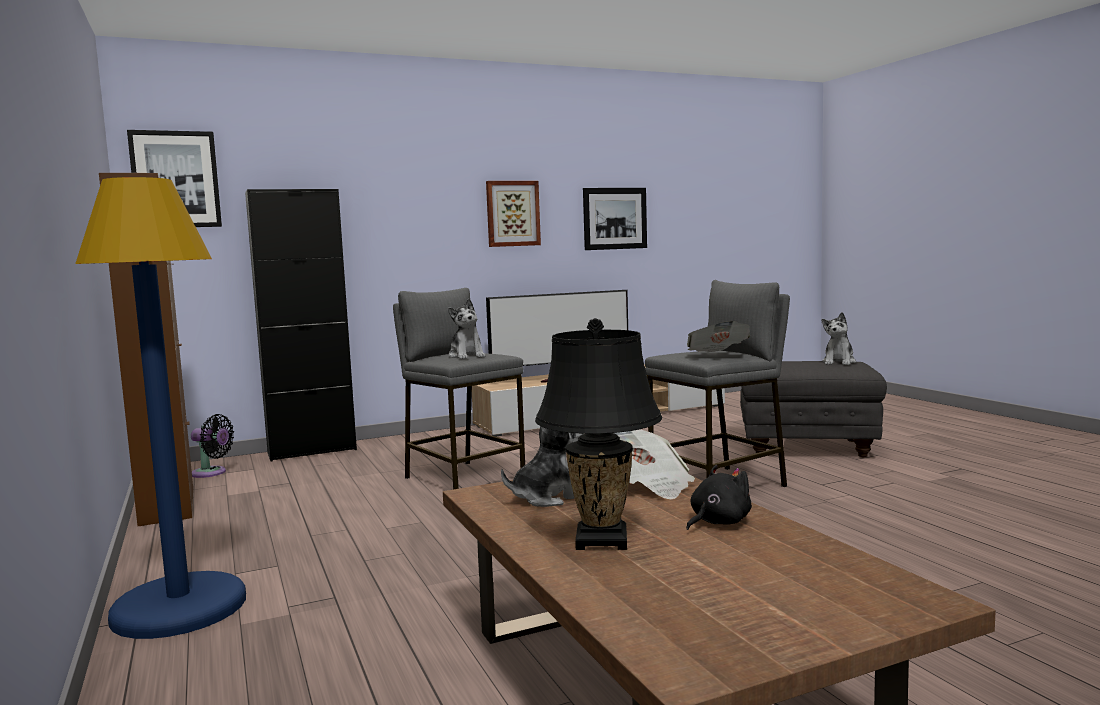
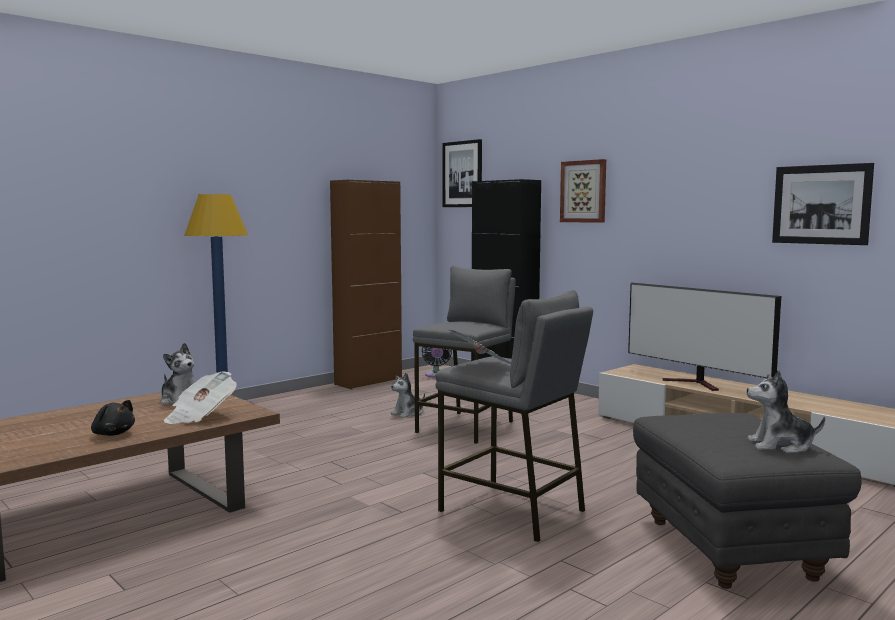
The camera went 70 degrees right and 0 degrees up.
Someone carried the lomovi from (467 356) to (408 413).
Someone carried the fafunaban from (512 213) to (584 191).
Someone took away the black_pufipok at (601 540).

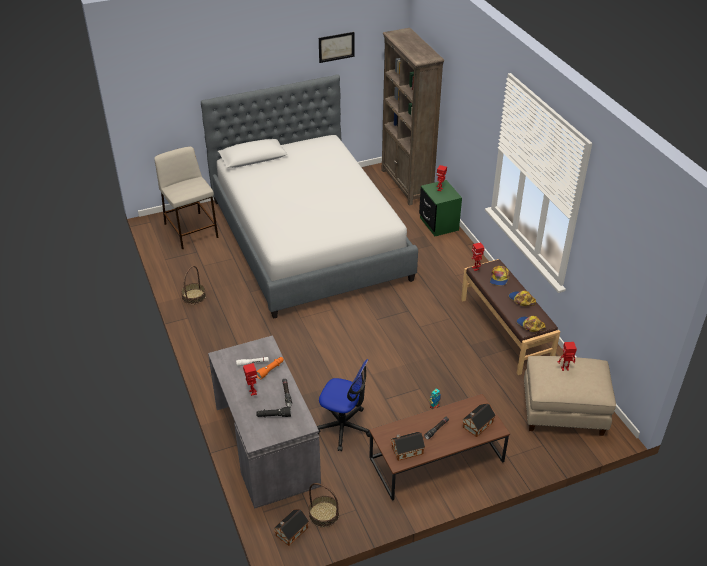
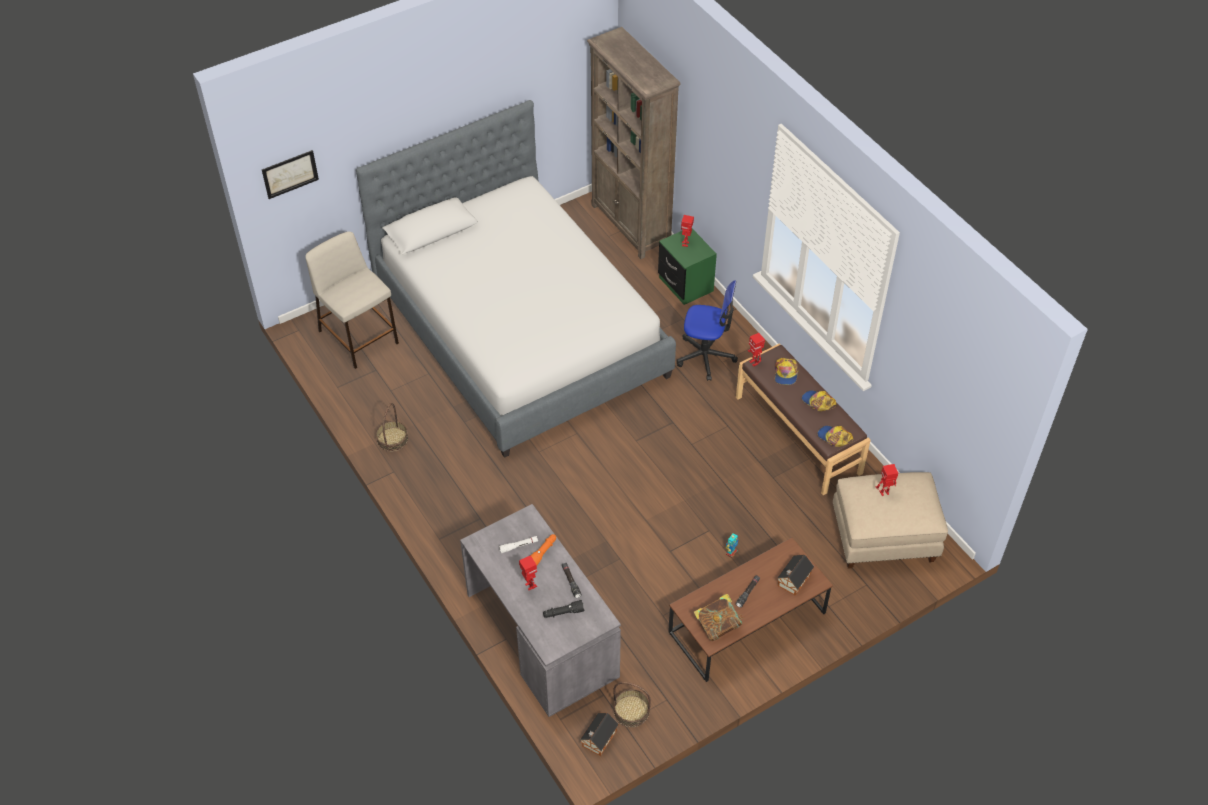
The camera went 10 degrees left and 10 degrees up.
Someone carried the fafunaban from (336 47) to (290 174).
Someone carried the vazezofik from (343 427) to (705 356).
Someone swapped the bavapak at (406 450) for the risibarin at (718 625).

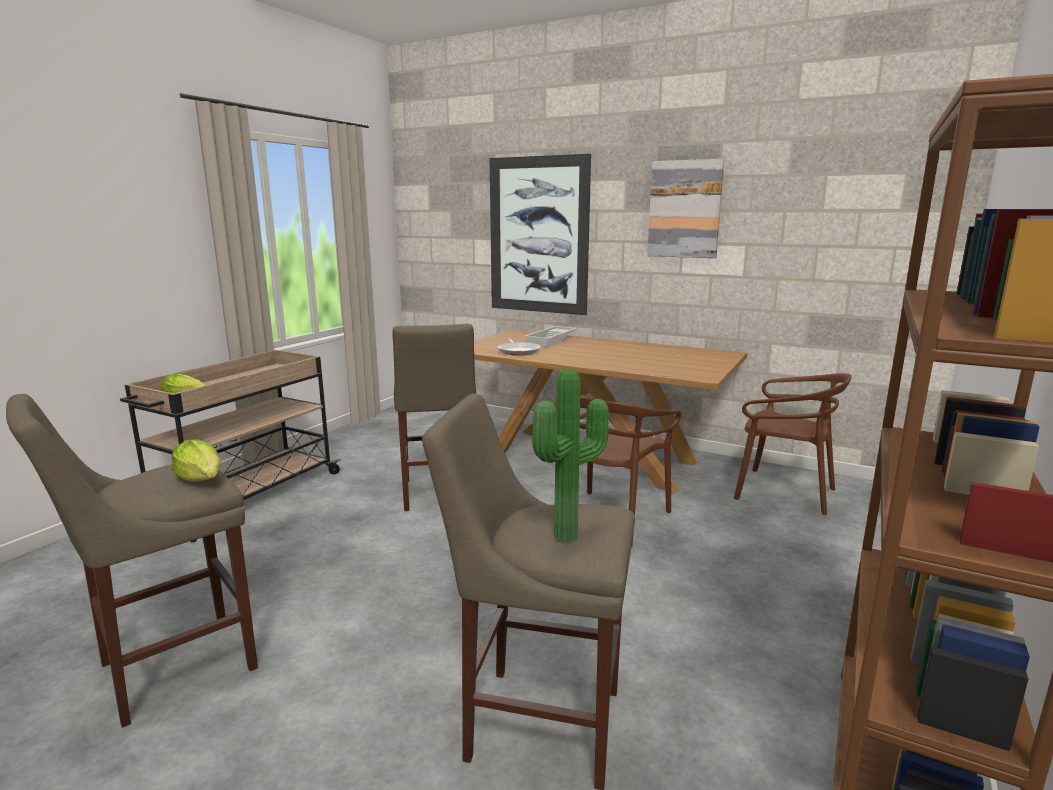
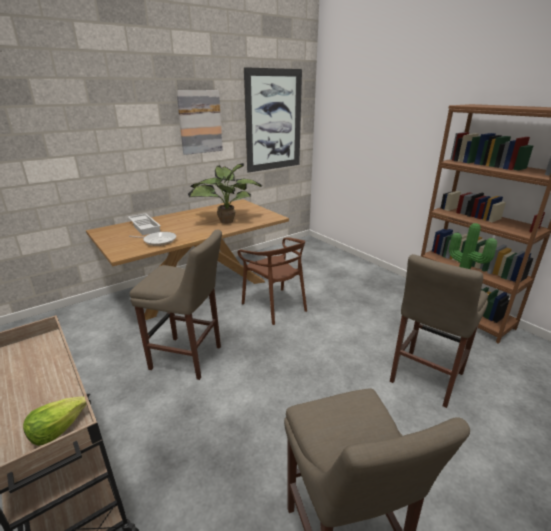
The camera went 65 degrees left and 10 degrees up.
Someone put down the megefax at (225 220).
Someone carried the fafunaban from (538 236) to (274 121).
Someone took away the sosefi at (202 480).
Someone took away the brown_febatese at (783 492).

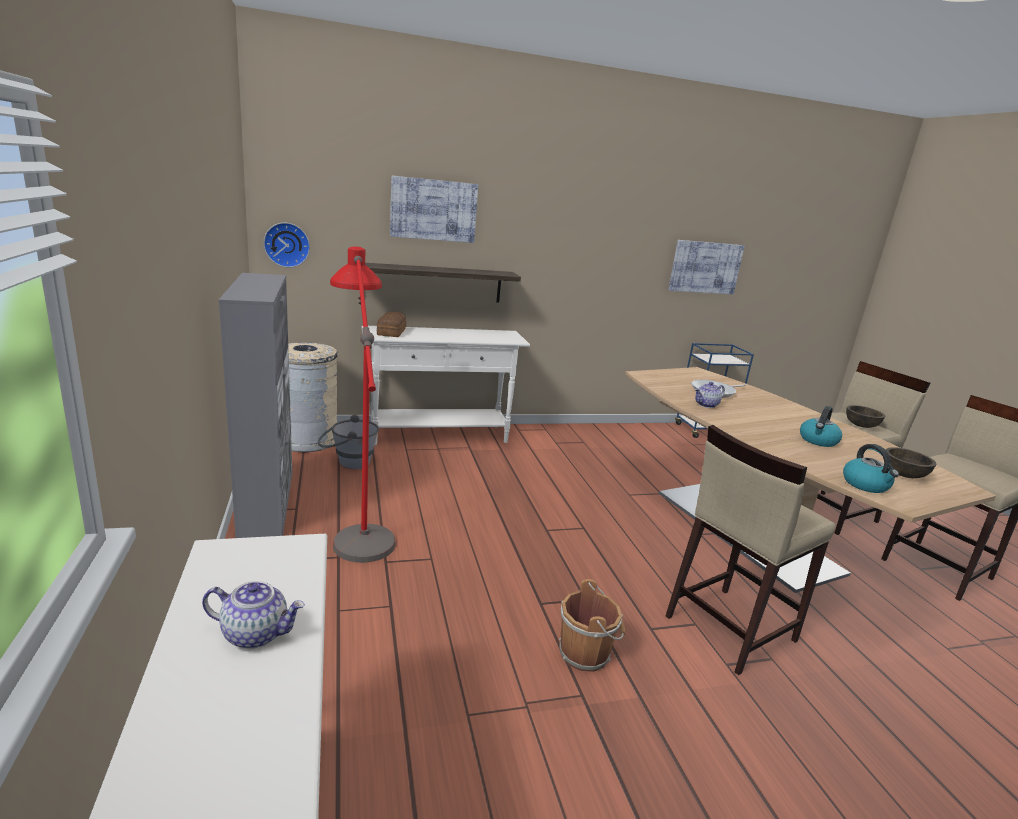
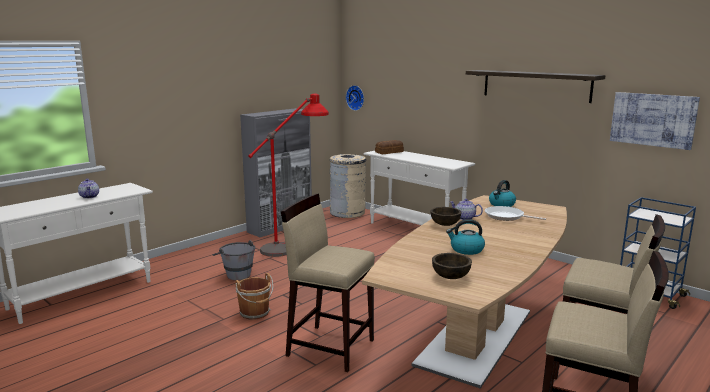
The camera went 60 degrees right and 5 degrees down.
Someone carried the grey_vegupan from (347 462) to (235 274).
Someone carried the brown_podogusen from (861 425) to (445 224).
Someone carried the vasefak from (432 283) to (535 85).
Someone carried the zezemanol from (866 485) to (501 204).
Someone took away the fafunaban at (433 210).

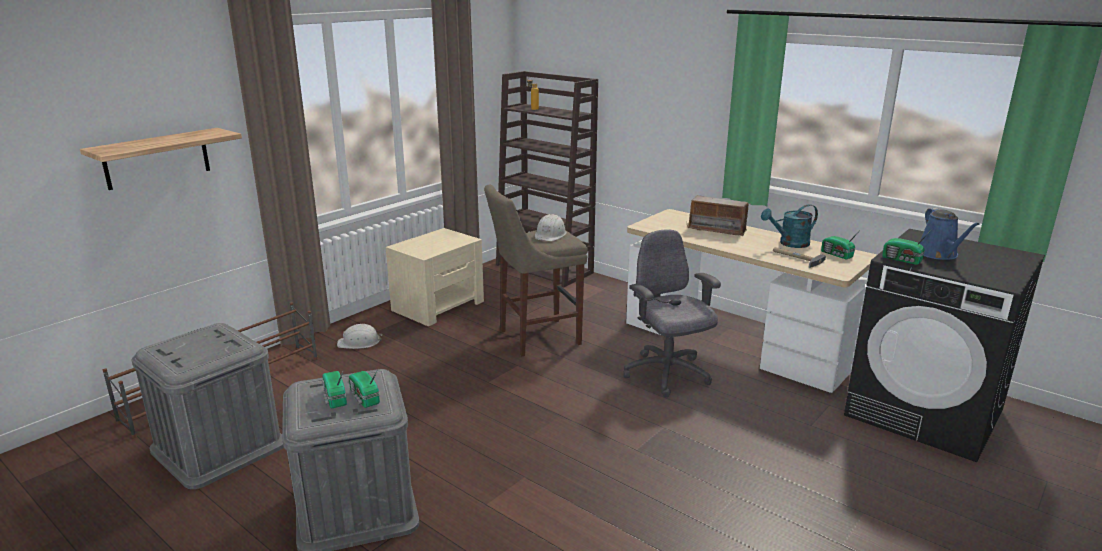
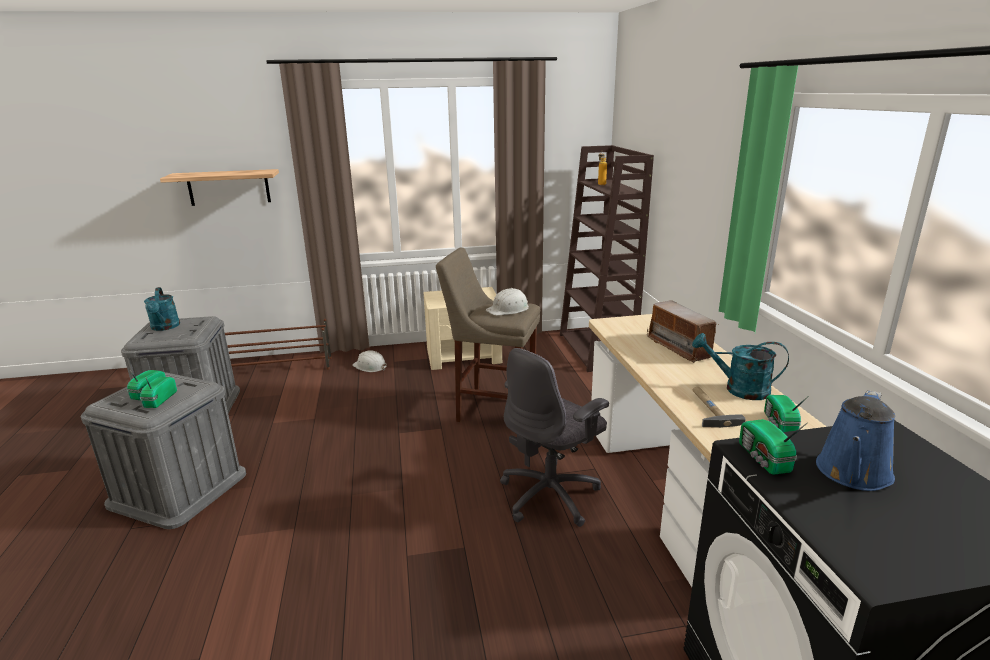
The camera went 40 degrees right and 0 degrees up.
Someone put down the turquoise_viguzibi at (165 327).
Someone rotated the grey_vazezofik at (667 375) by 150 degrees counterclockwise.

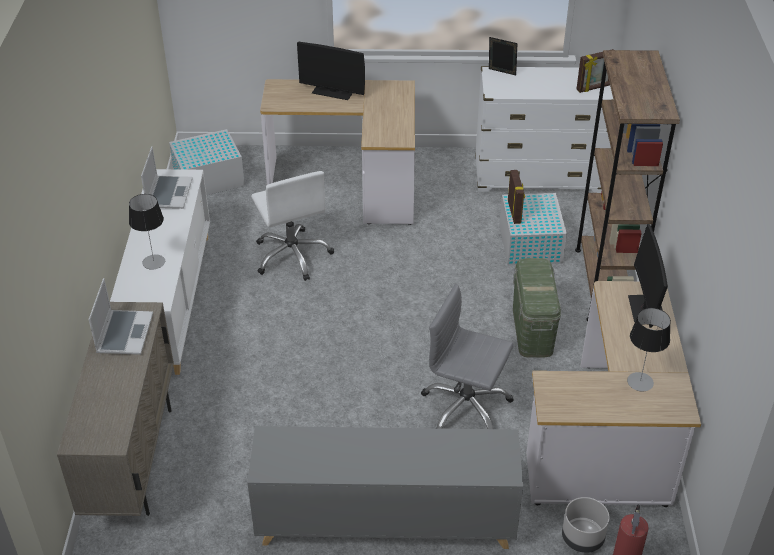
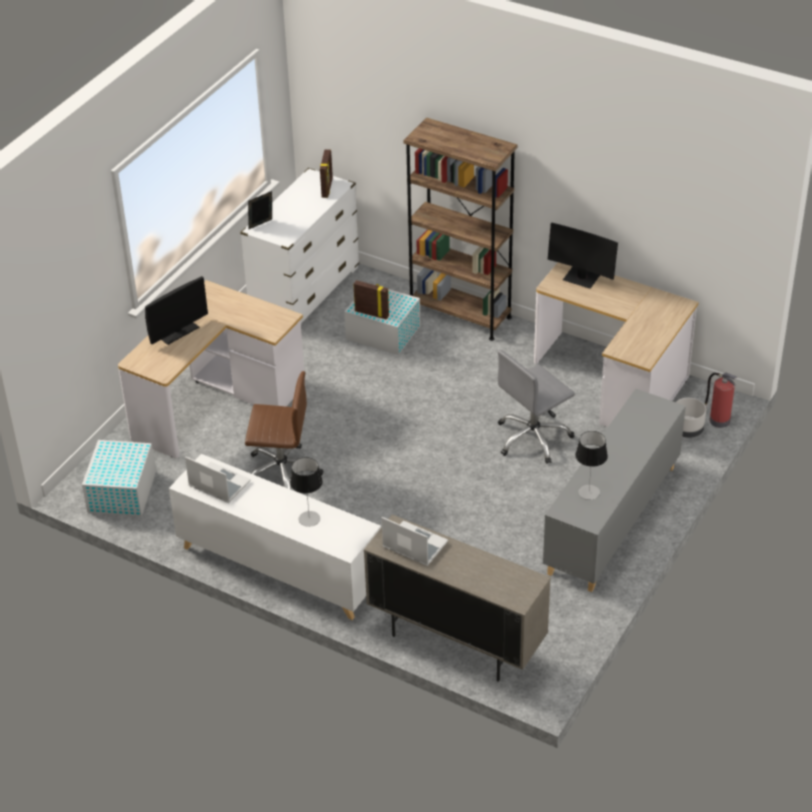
The camera went 60 degrees left and 0 degrees up.
Someone repainted the white_vazezofik at (292 255), which became the brown_vazezofik at (282 472).
Someone carried the pufipok from (640 381) to (589 492).
Someone took away the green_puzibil at (532 330).

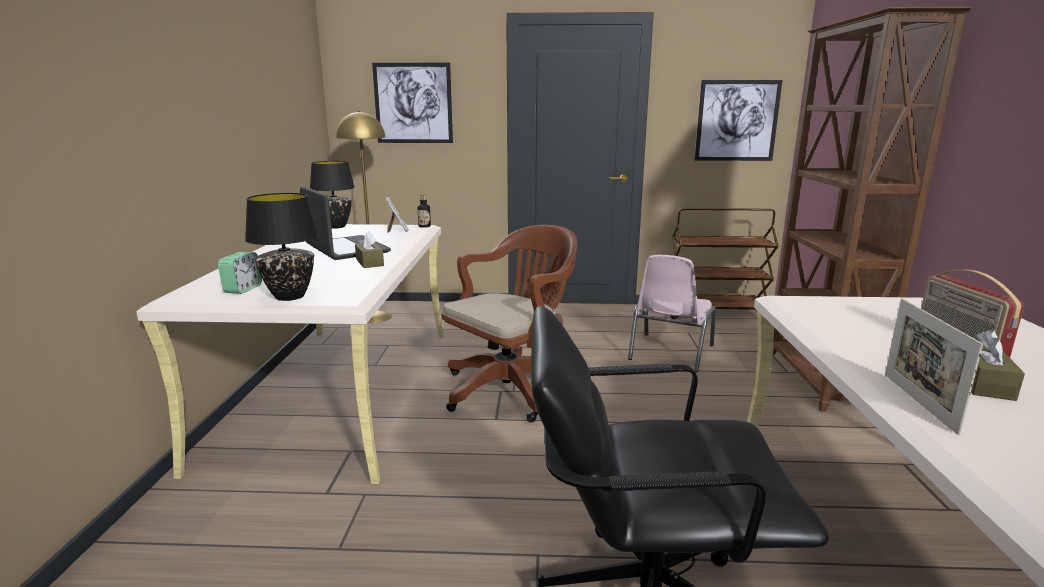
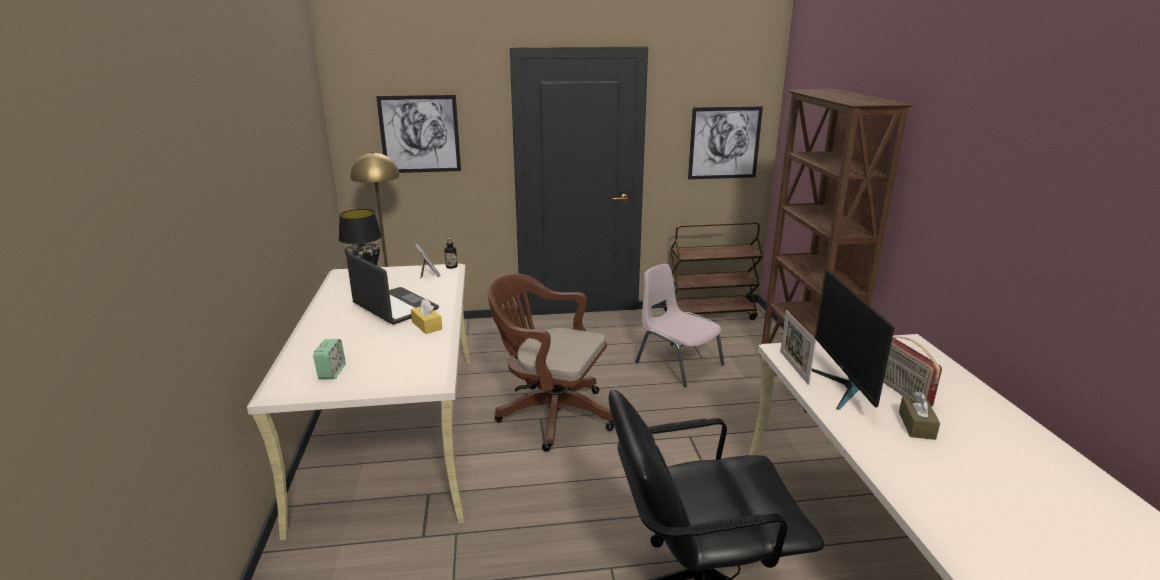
The camera went 10 degrees left and 5 degrees up.
Someone repainted the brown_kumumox at (369 262), which became the yellow_kumumox at (427 325).
Someone rotated the brown_vazezofik at (512 388) by 105 degrees counterclockwise.
Someone rotated the pink_febatese at (669 353) by 120 degrees clockwise.
Someone carried the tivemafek from (918 402) to (793 367).
Someone put down the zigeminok at (844 387).
Someone took away the black_pufipok at (290 296).

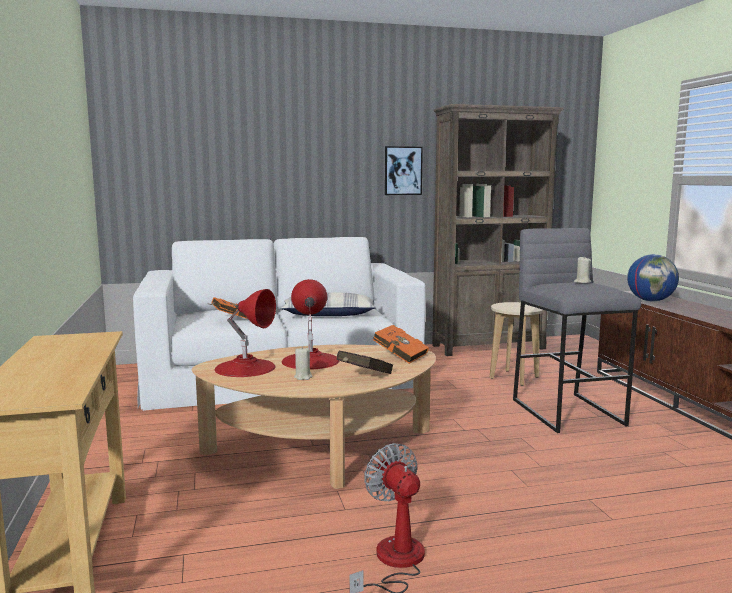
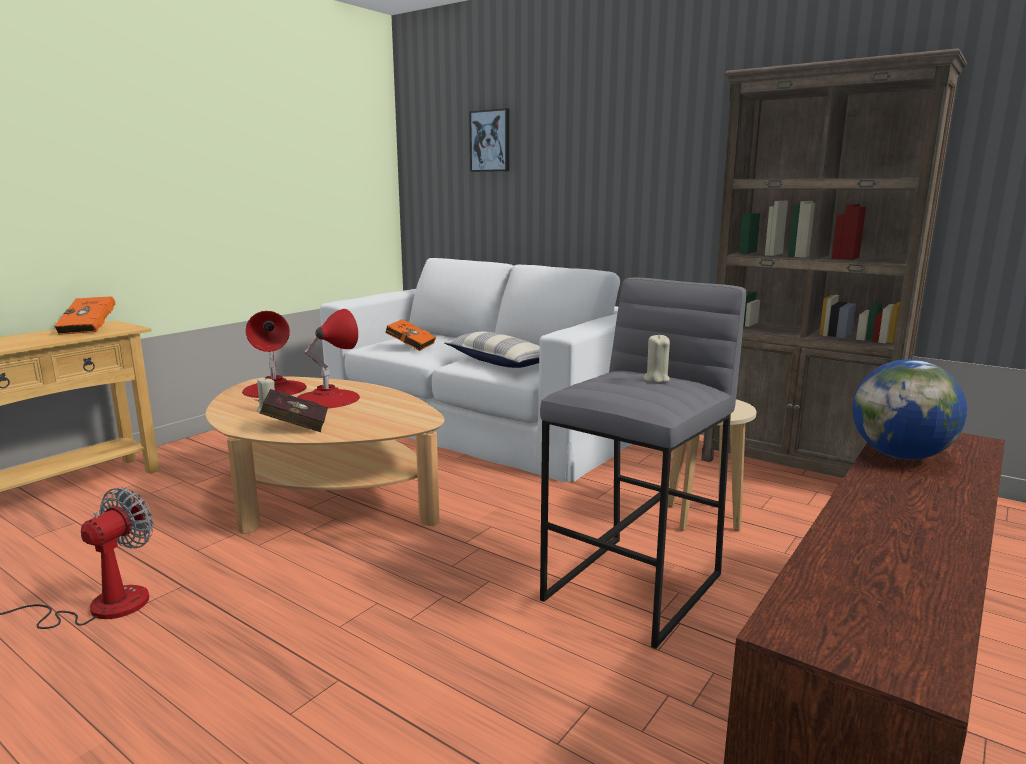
The camera went 50 degrees right and 5 degrees up.
Someone carried the orange_risibarin from (399 356) to (90 329).
Someone carried the fafunaban from (403 170) to (490 141).

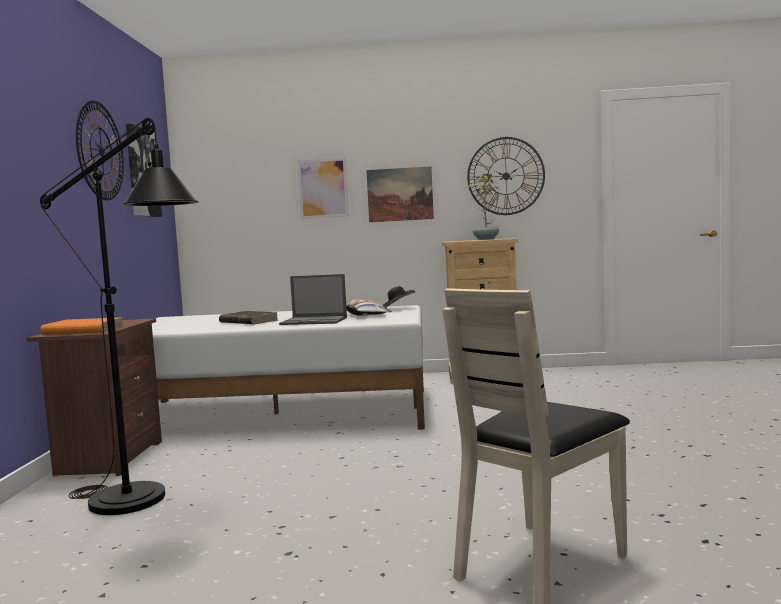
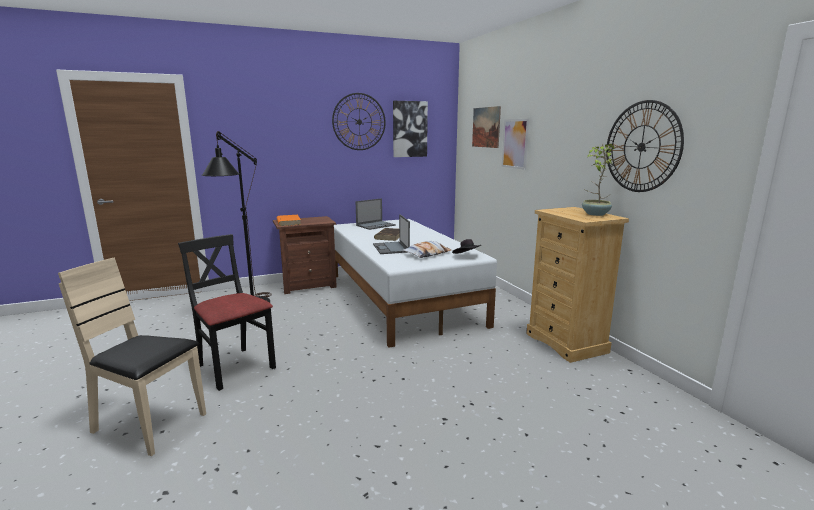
The camera went 65 degrees right and 10 degrees up.
Someone put down the black_febatese at (235 367).
Someone put down the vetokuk at (376 225).
Someone carried the fafunaban from (400 194) to (486 127).

